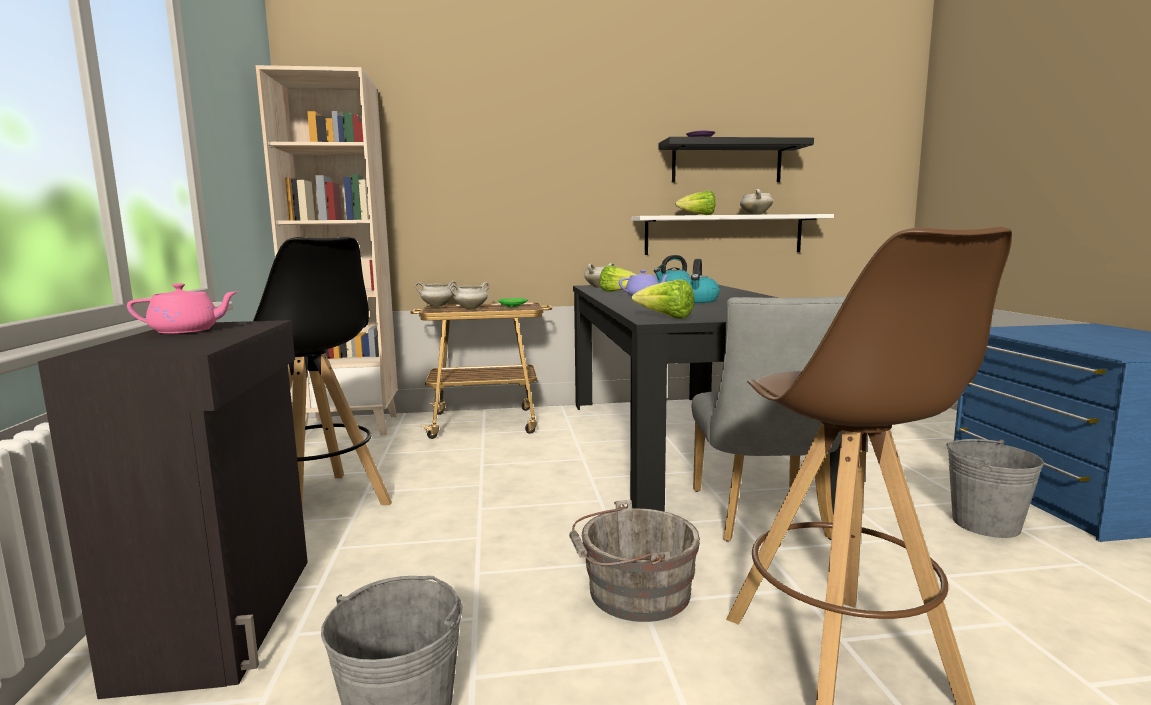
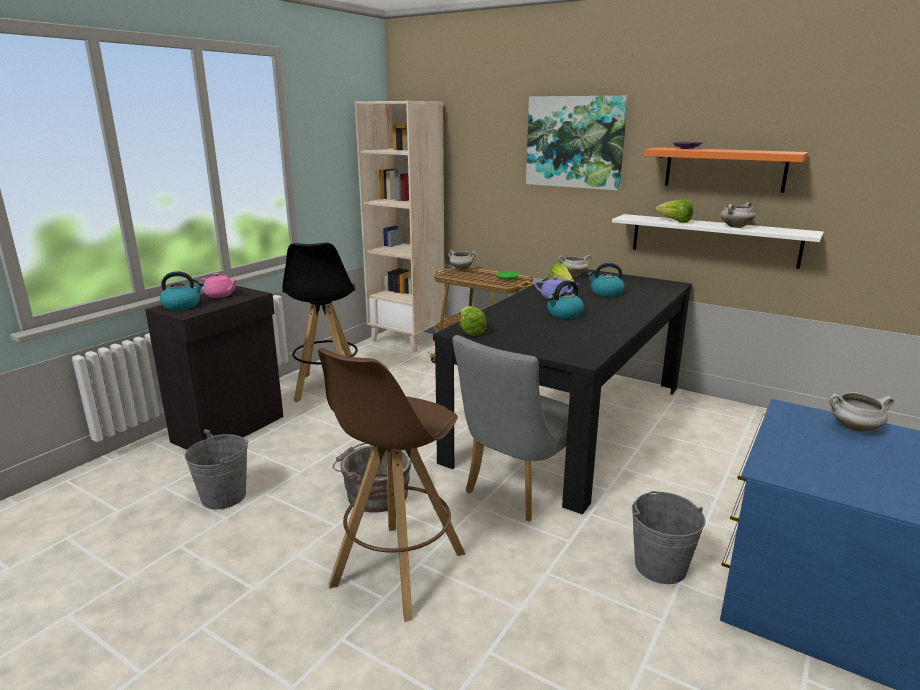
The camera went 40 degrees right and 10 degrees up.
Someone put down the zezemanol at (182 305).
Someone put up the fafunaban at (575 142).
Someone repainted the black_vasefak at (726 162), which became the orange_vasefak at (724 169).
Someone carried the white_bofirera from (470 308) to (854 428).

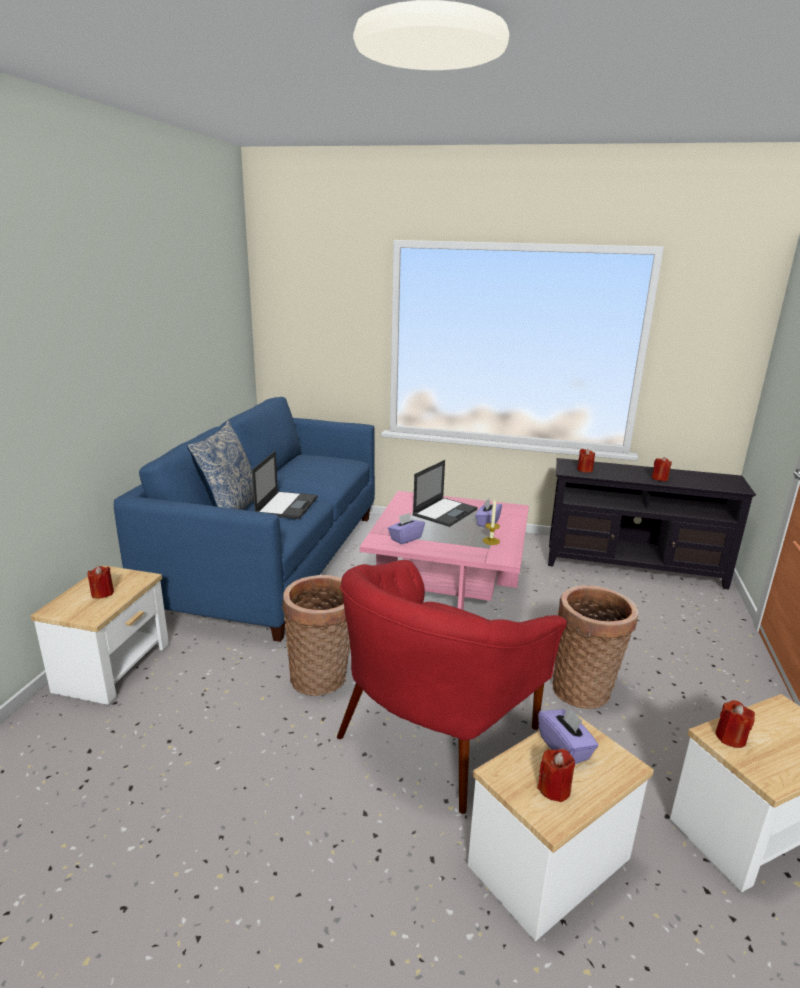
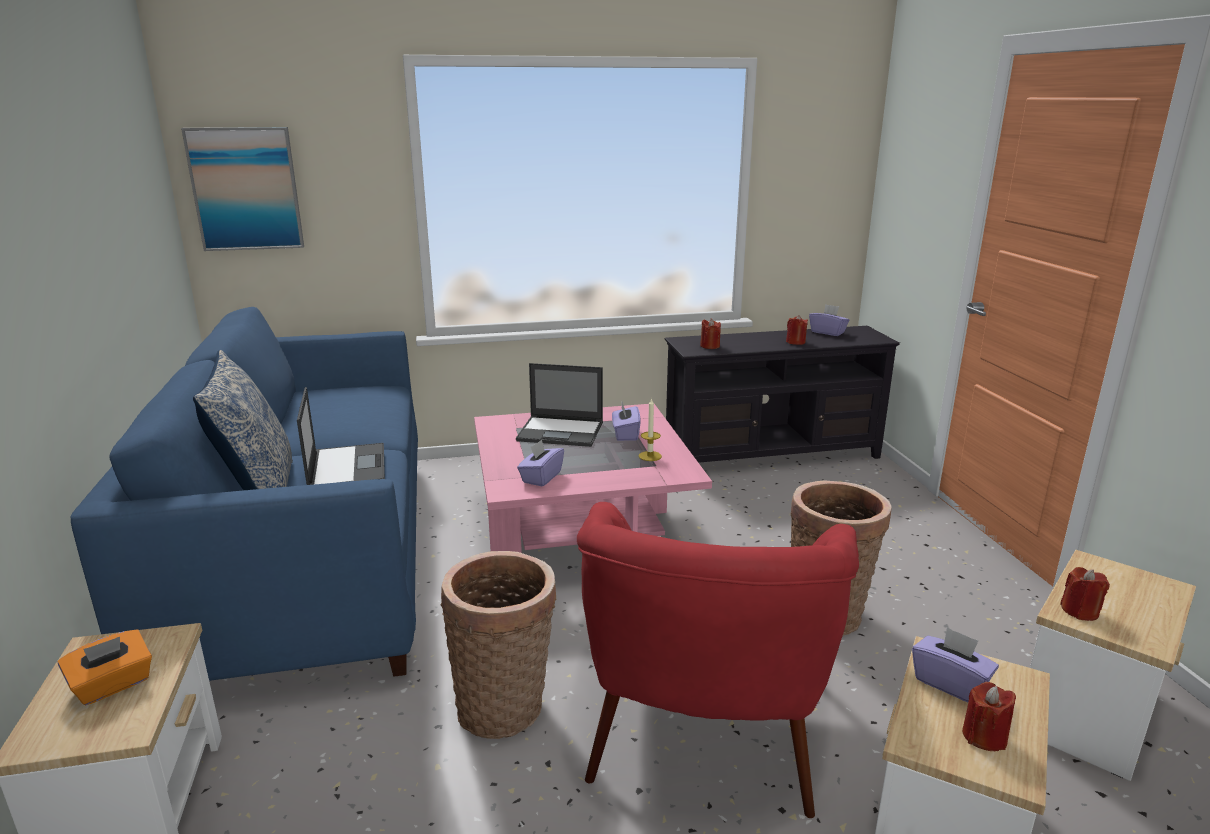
The camera went 25 degrees left and 0 degrees up.
Someone swapped the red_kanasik at (102 593) for the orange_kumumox at (113 685).
Someone put up the fafunaban at (246 189).
Someone rotated the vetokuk at (445 512) by 90 degrees clockwise.
Someone put down the purple_kumumox at (827 332).

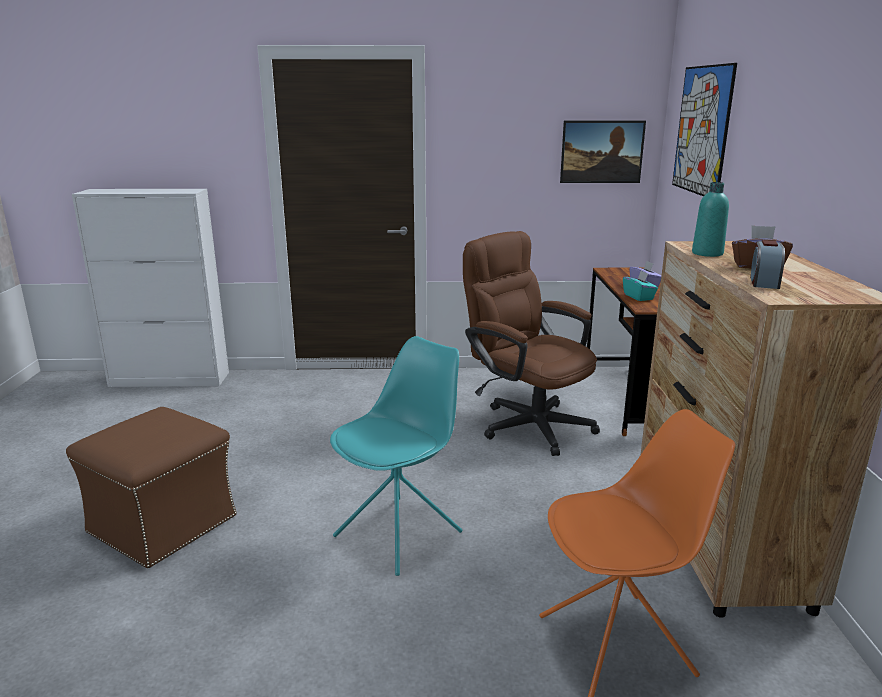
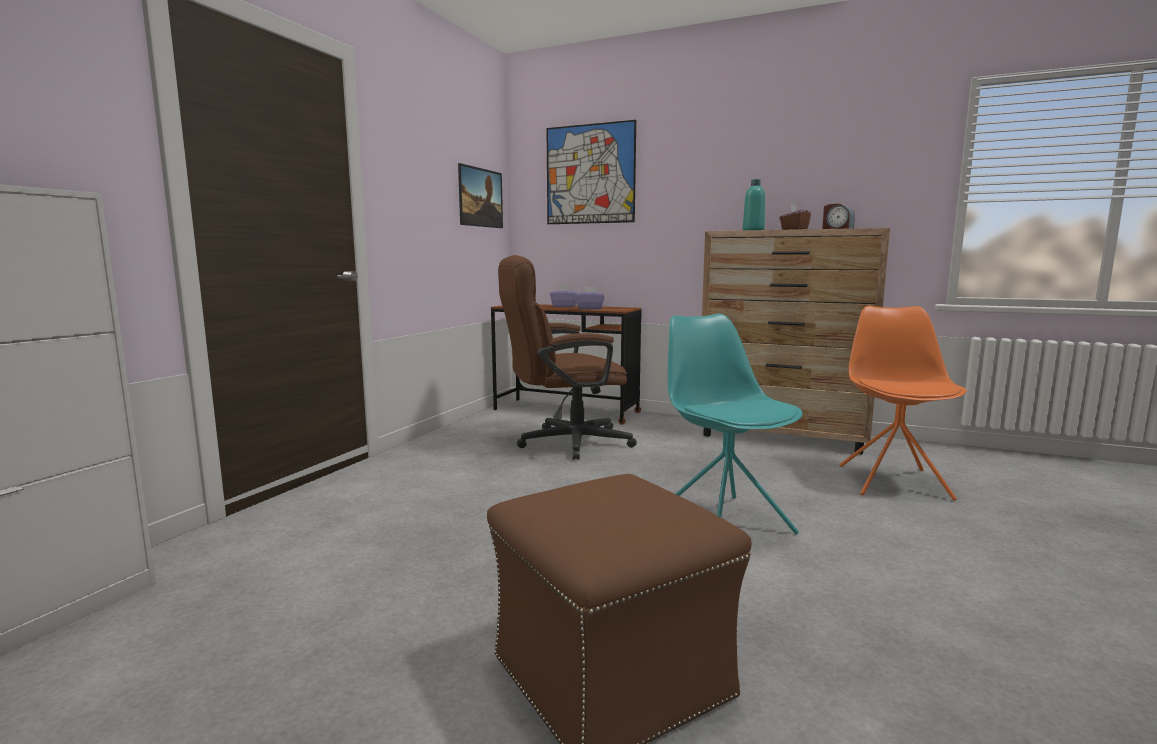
The camera went 65 degrees left and 10 degrees down.
Someone repainted the turquoise_kumumox at (638 297), which became the purple_kumumox at (590 308).

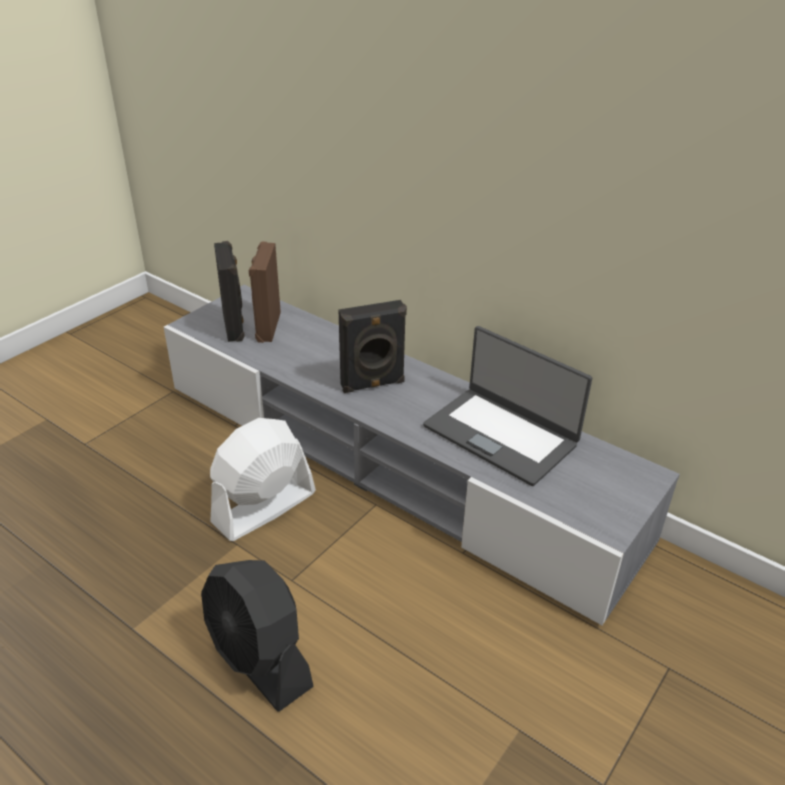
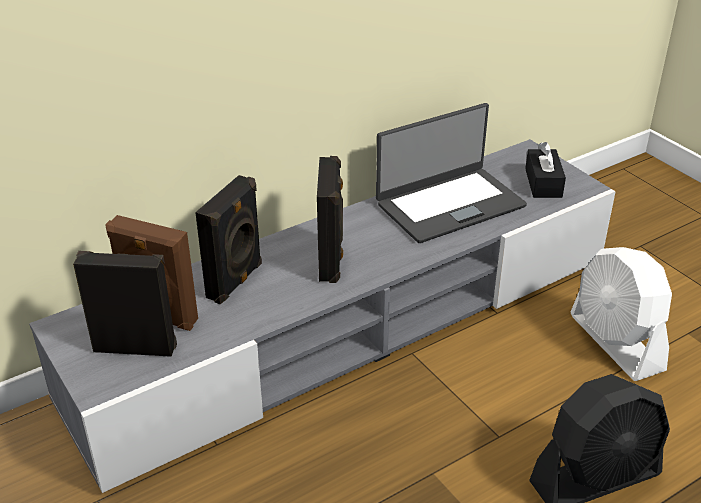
The camera went 70 degrees left and 0 degrees up.
Someone put down the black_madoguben at (236 281).
Someone put down the black_kumumox at (543 183).
Someone carried the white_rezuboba from (263 507) to (616 343).

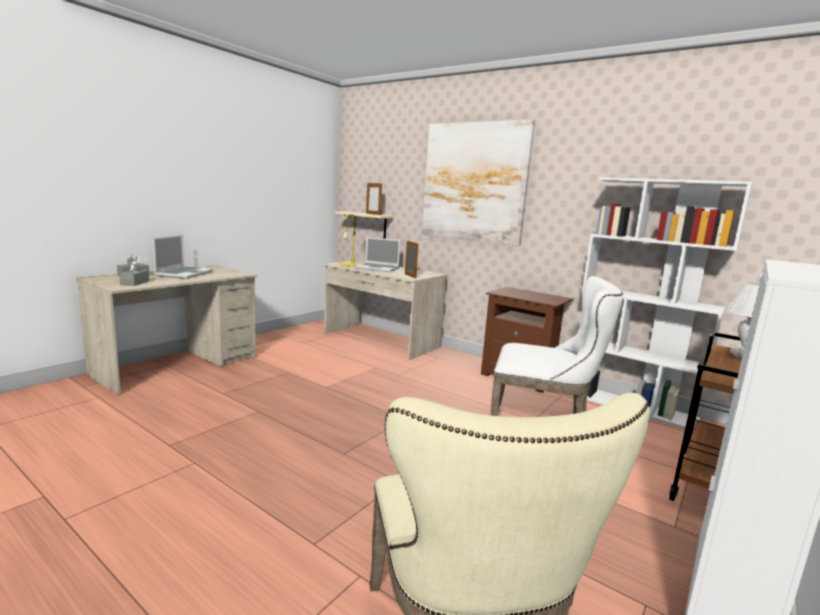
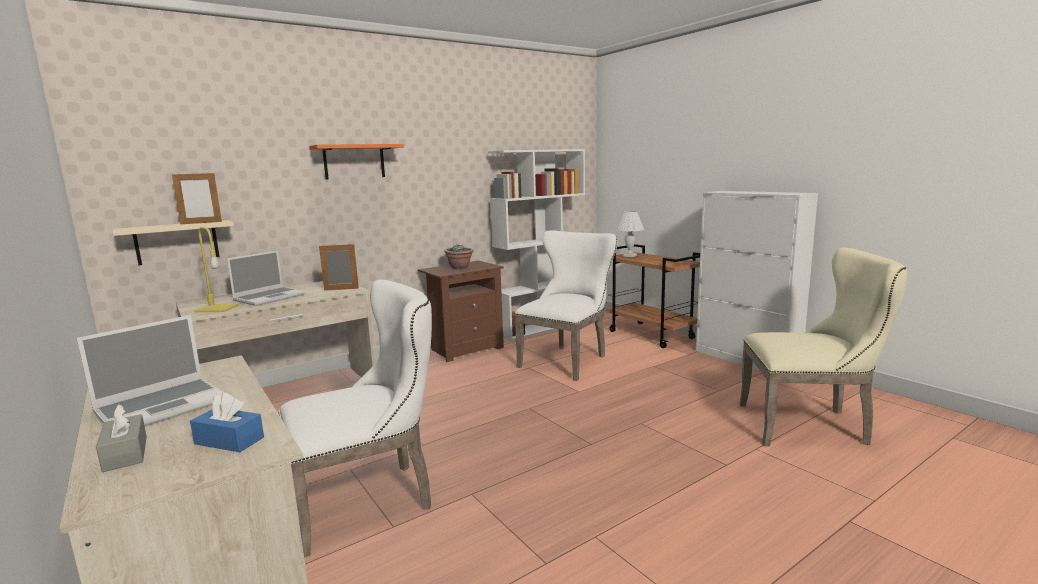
The camera went 70 degrees left and 0 degrees up.
Someone rotated the vetokuk at (184 273) by 105 degrees clockwise.
Someone repainted the grey_kumumox at (135 283), which became the blue_kumumox at (229 440).
Someone put down the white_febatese at (370 499).
Someone swapped the fafunaban at (474 182) for the orange_vasefak at (354 161).
Someone put down the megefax at (459 267).

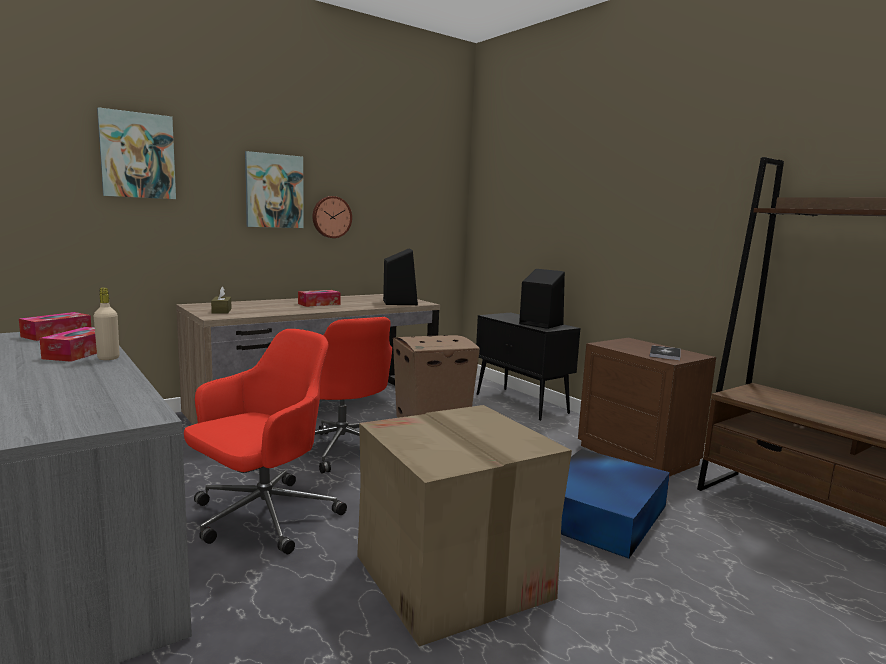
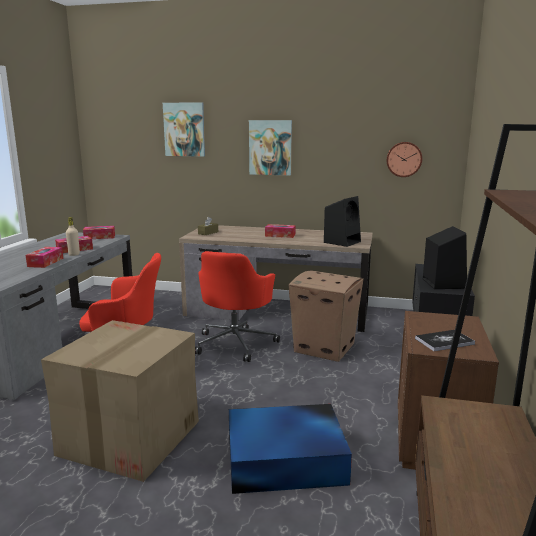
The camera went 50 degrees right and 5 degrees up.
Someone put down the kumumox at (45 262).
Someone carried the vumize from (331 217) to (404 159).

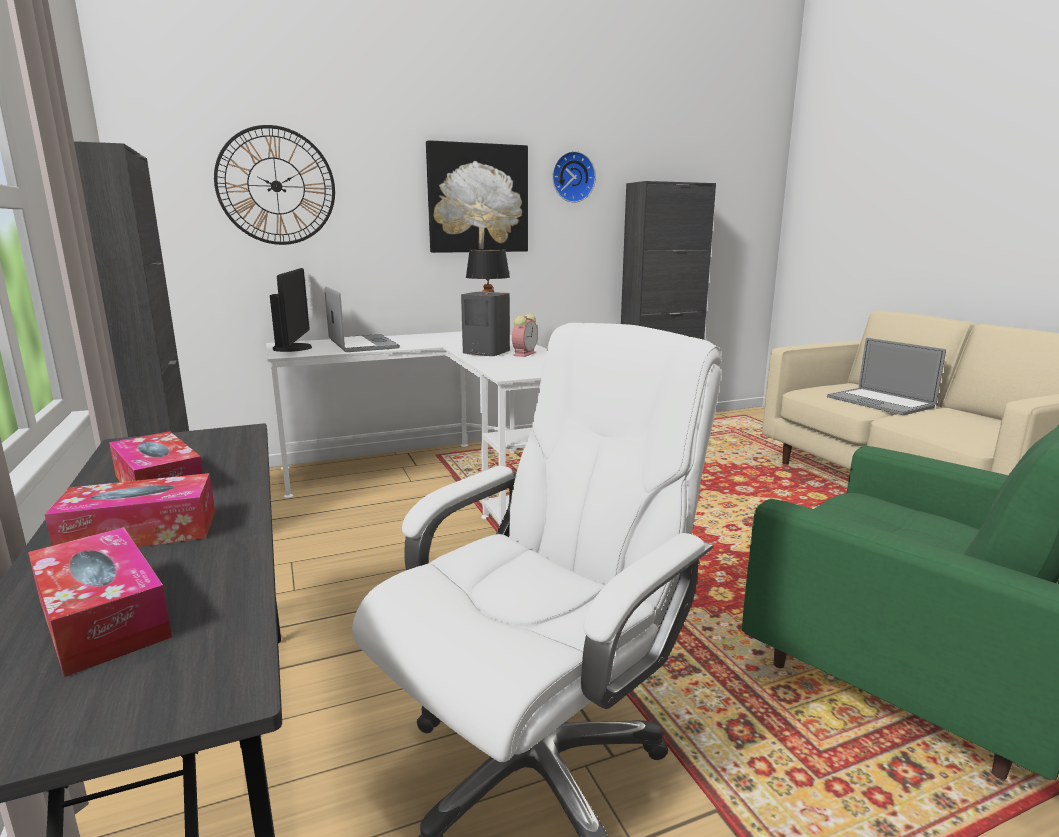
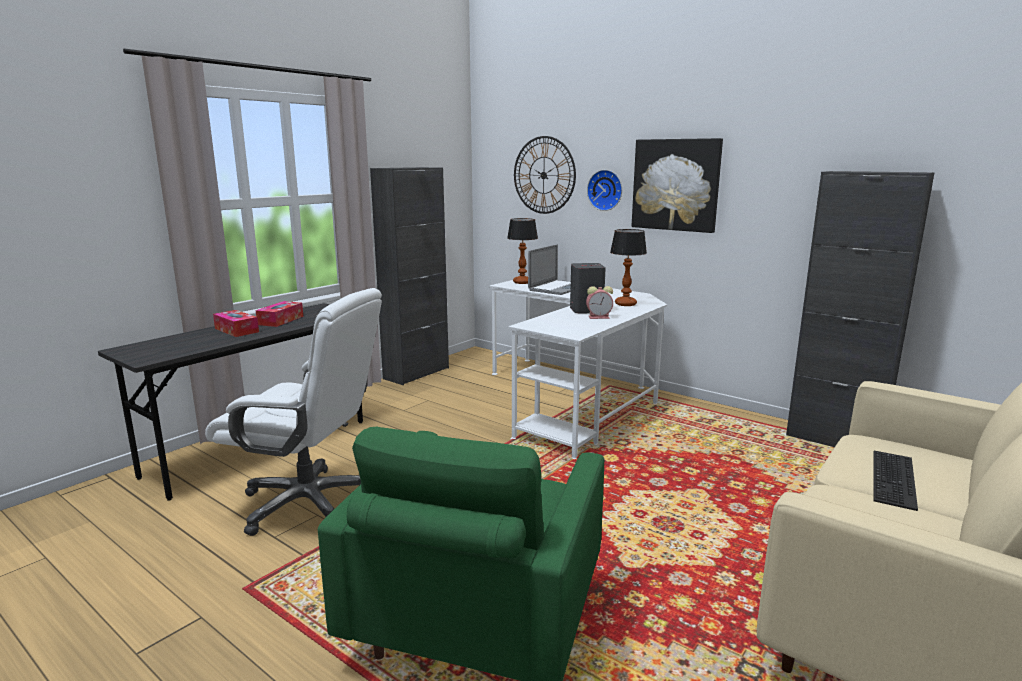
The camera went 60 degrees right and 0 degrees up.
Someone swapped the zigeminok at (294 348) for the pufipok at (522 282).
Someone carried the vumize from (572 177) to (606 190).
Someone swapped the vetokuk at (879 402) for the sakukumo at (896 479).
Someone took away the kumumox at (102 617).

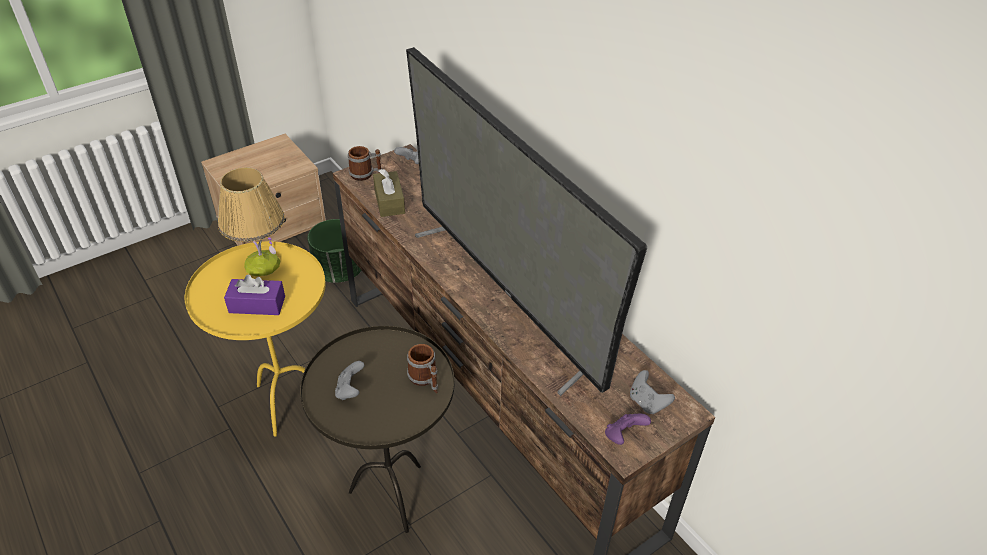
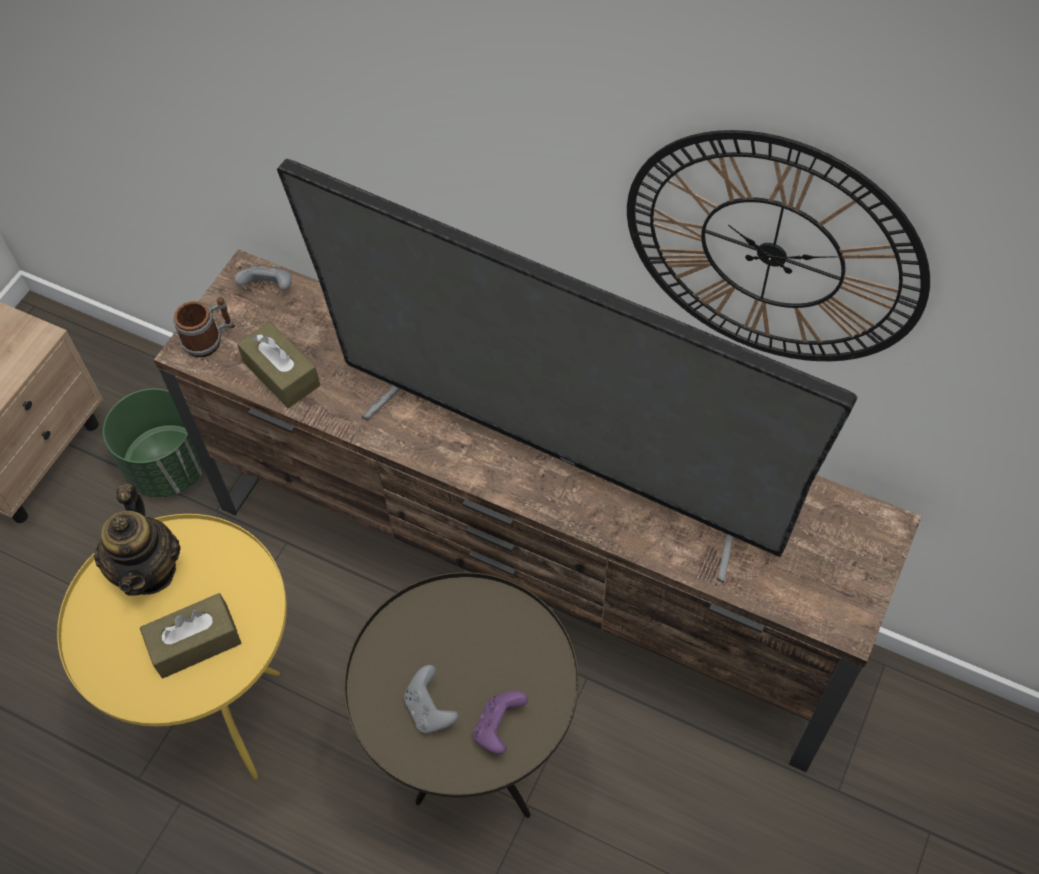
The camera went 25 degrees left and 15 degrees up.
Someone swapped the pufipok at (262 264) for the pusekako at (149 569).
Someone repainted the purple_kumumox at (257 304), which became the brown_kumumox at (195 642).
Someone carried the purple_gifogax from (623 436) to (499 728).
Someone put up the vumize at (772 253).
Someone took away the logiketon at (425 380).
Someone took away the grey_gifogax at (647 402).

